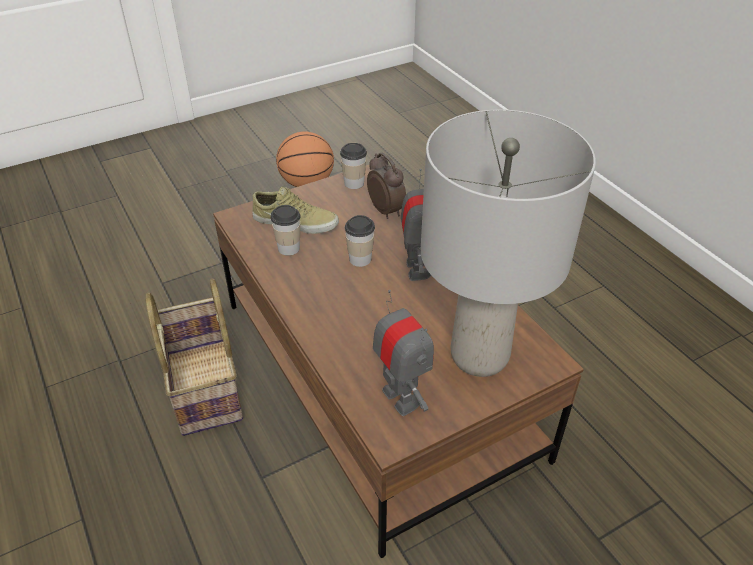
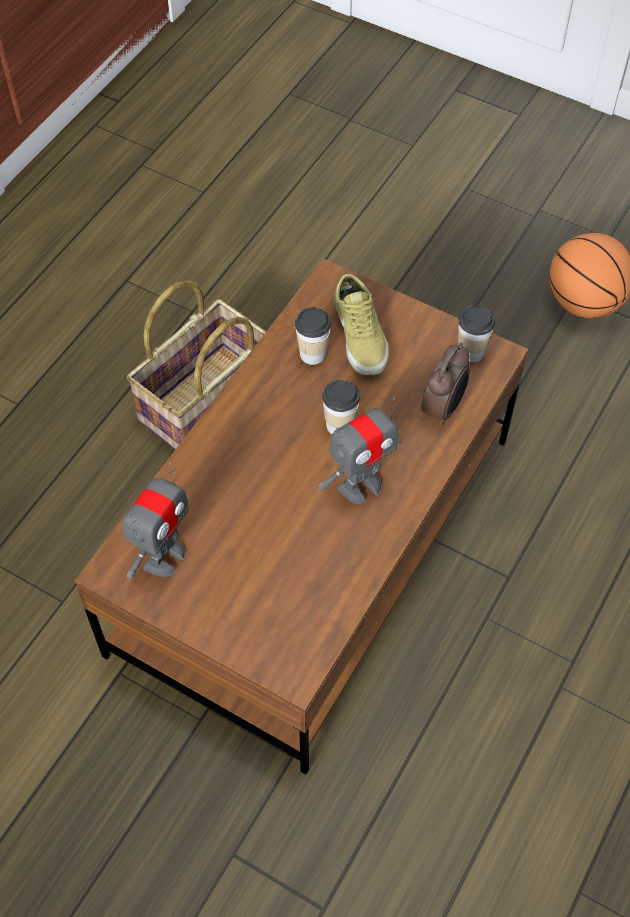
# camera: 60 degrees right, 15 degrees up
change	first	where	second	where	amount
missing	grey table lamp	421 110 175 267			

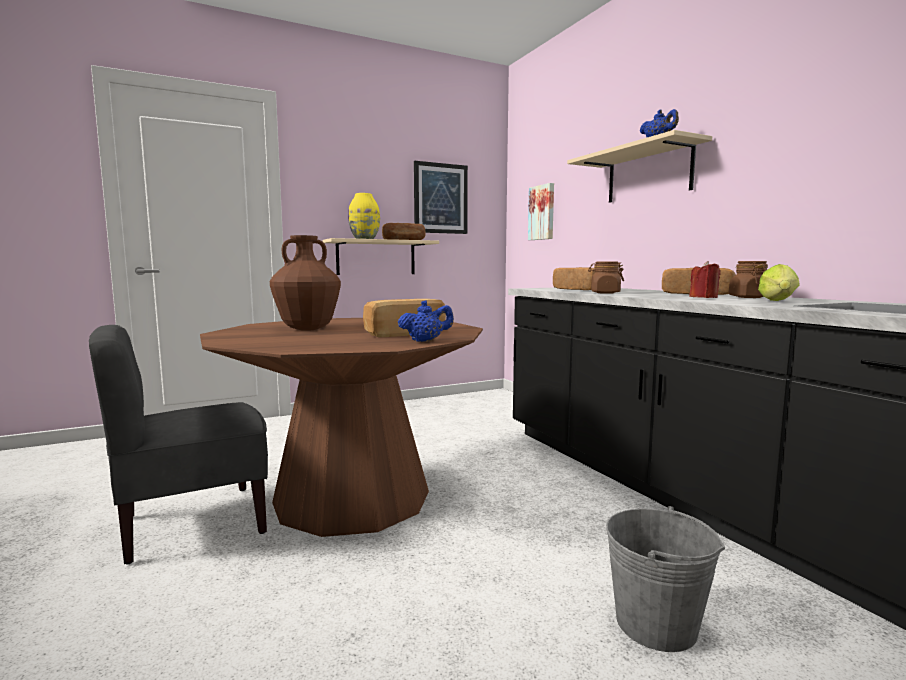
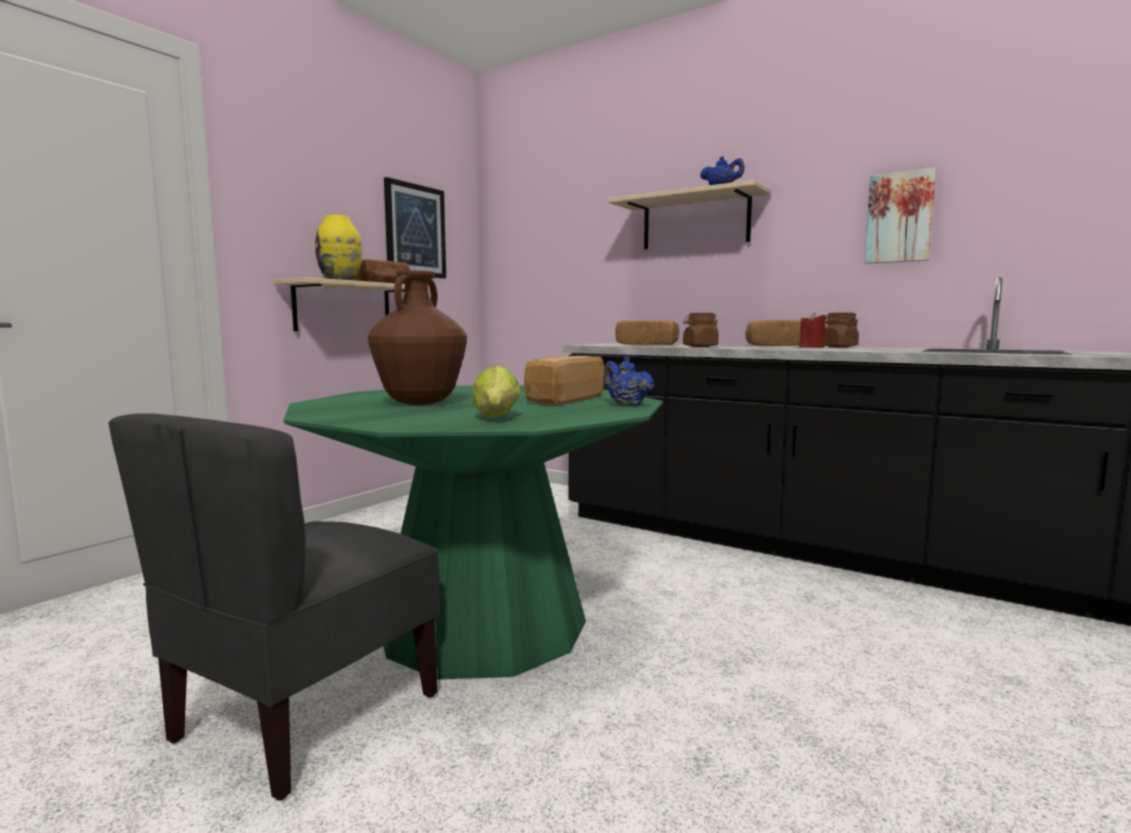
# camera: 30 degrees left, 0 degrees up
change	first	where	second	where	amount
colour	brown dining table	200 318 283 219	green dining table	284 385 379 294	
spun	blue teapot	398 300 56 42		603 356 51 50	75 degrees counterclockwise
relocated	picture	528 183 26 57		864 168 72 96	
missing	grey bucket	606 506 119 146			
relocated	lettuce	758 264 42 37		472 365 49 52	

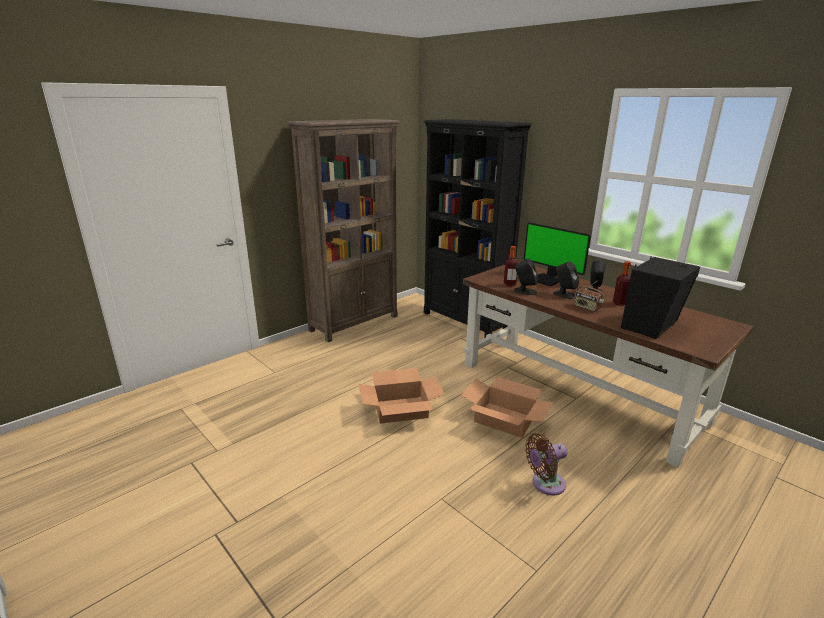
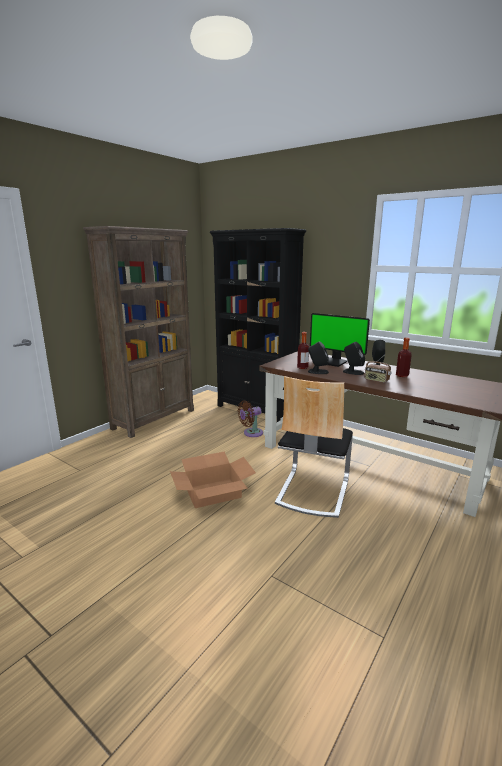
# camera: 10 degrees left, 5 degrees down
change	first	where	second	where	amount
exchanged	cardboard box	461 377 92 61	chair	275 376 78 142	
relocated	brown fan	525 433 43 62		238 401 25 36	
missing	black speaker	621 256 79 83			

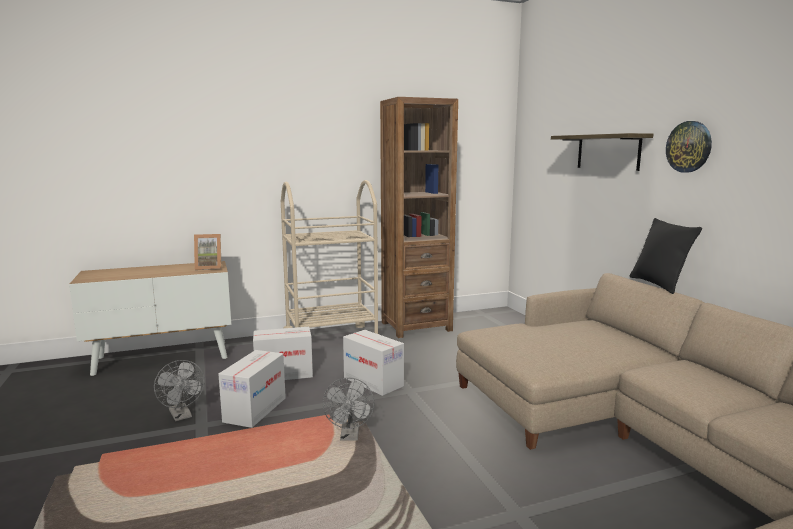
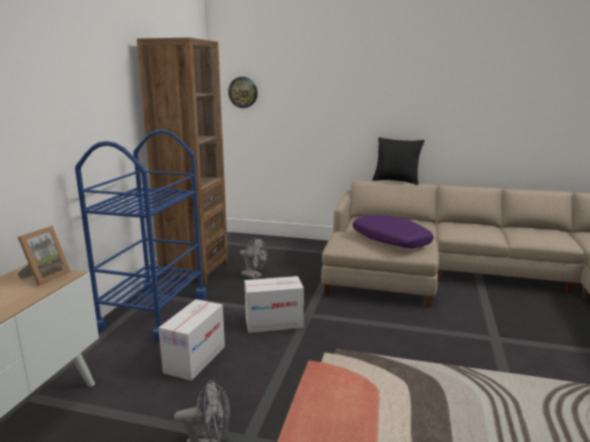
# camera: 55 degrees left, 5 degrees up
change	first	where	second	where	amount
missing	cardboard box	218 350 68 78			
colour	beige cart	281 180 99 155	blue cart	75 129 132 213	
relocated	grey fan	322 377 52 64		240 237 28 42	
missing	shelf	551 133 102 38			
relocated	wall clock	666 121 46 52		228 77 30 31	
appeared			purple pillow	352 215 81 33	

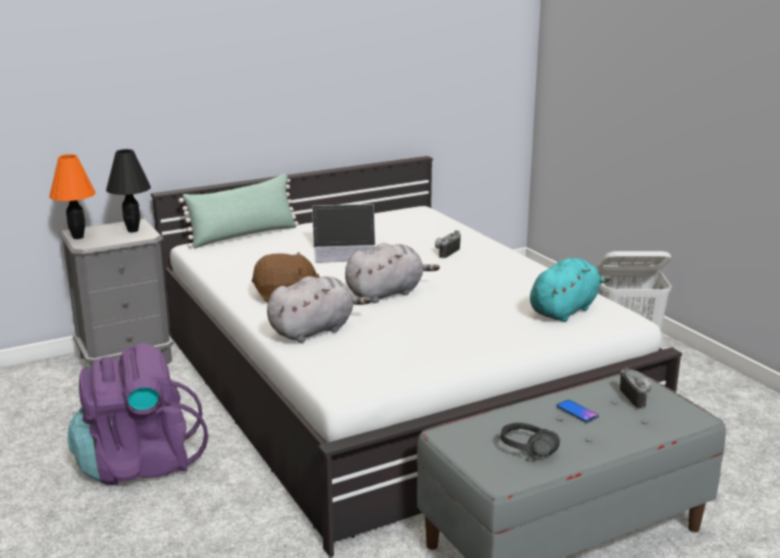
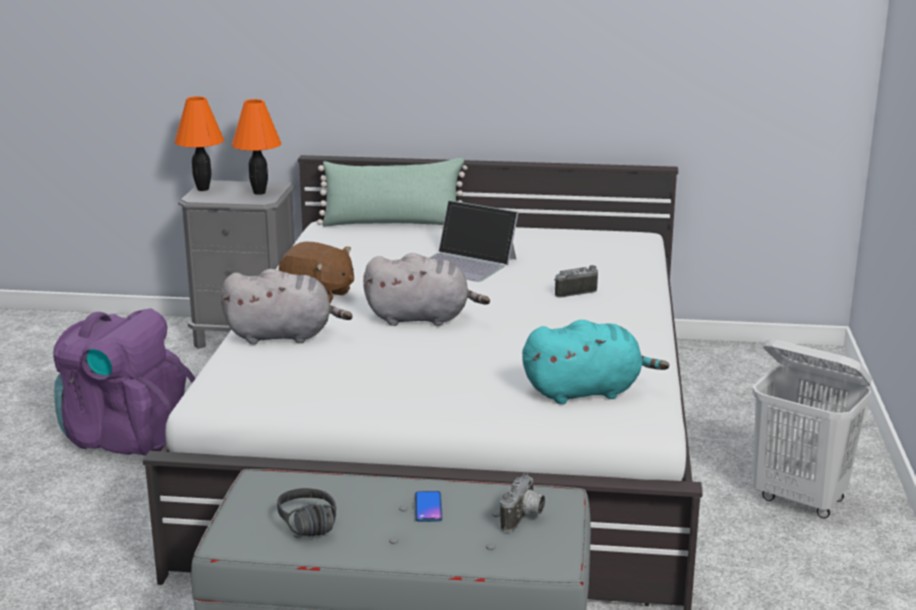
# camera: 35 degrees right, 0 degrees up
change	first	where	second	where	amount
colour	black table lamp	106 149 45 83	orange table lamp	232 99 49 96	

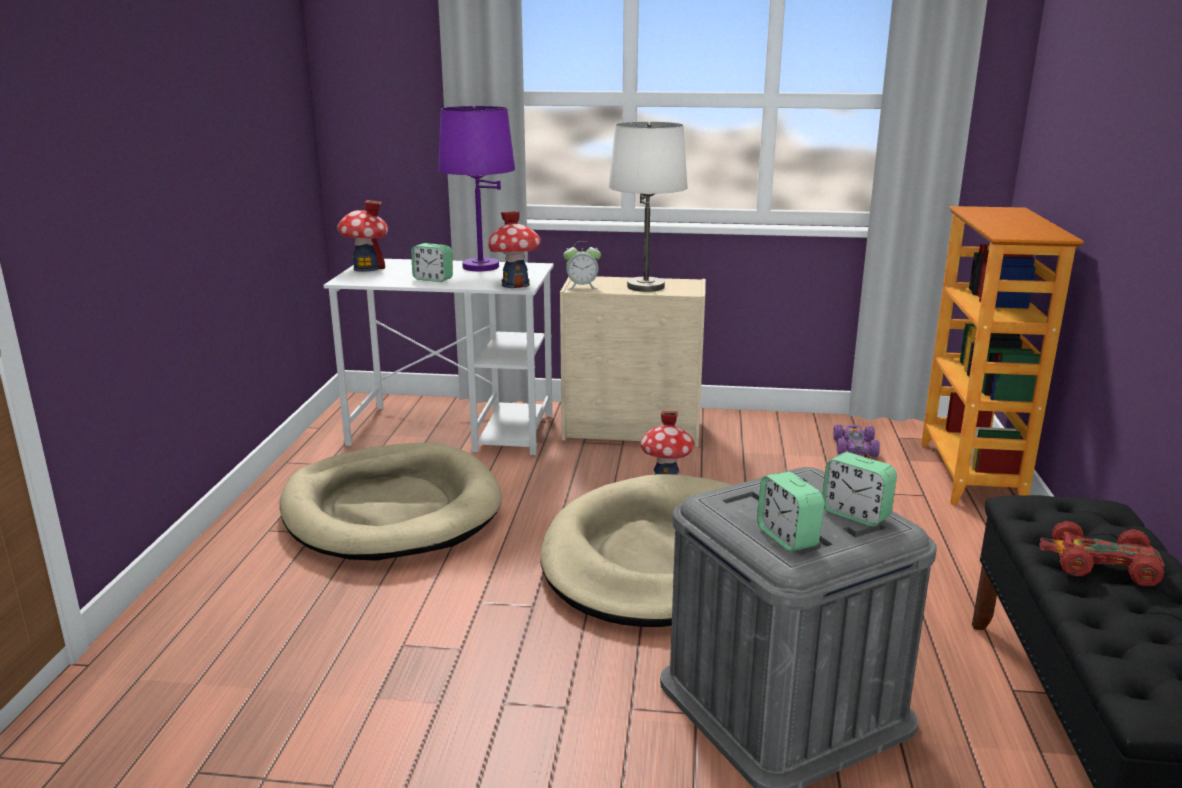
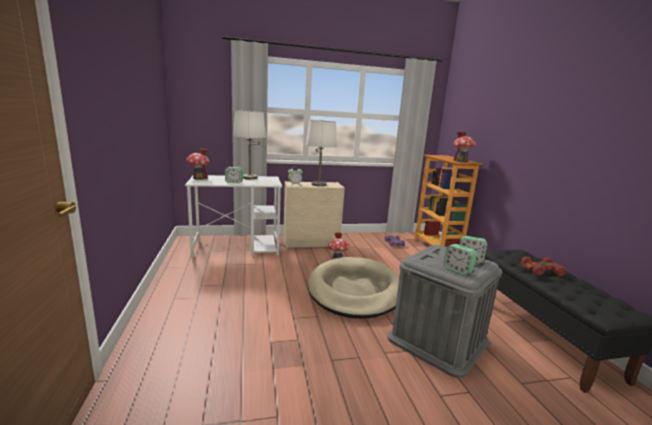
# camera: 20 degrees left, 5 degrees down
change	first	where	second	where	amount
missing	beige dog bed	280 442 222 119			
colour	purple table lamp	438 106 77 165	white table lamp	233 110 33 69	
relocated	toy house	488 211 53 77		453 132 23 31	

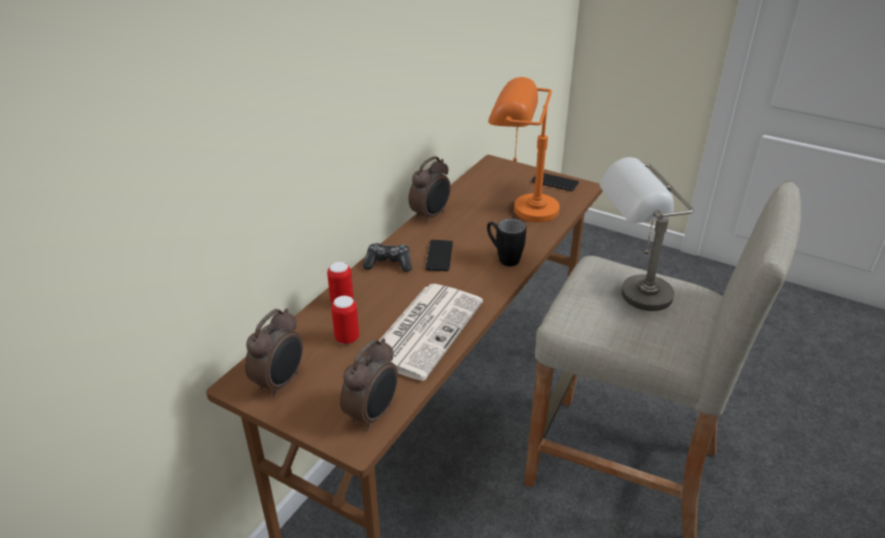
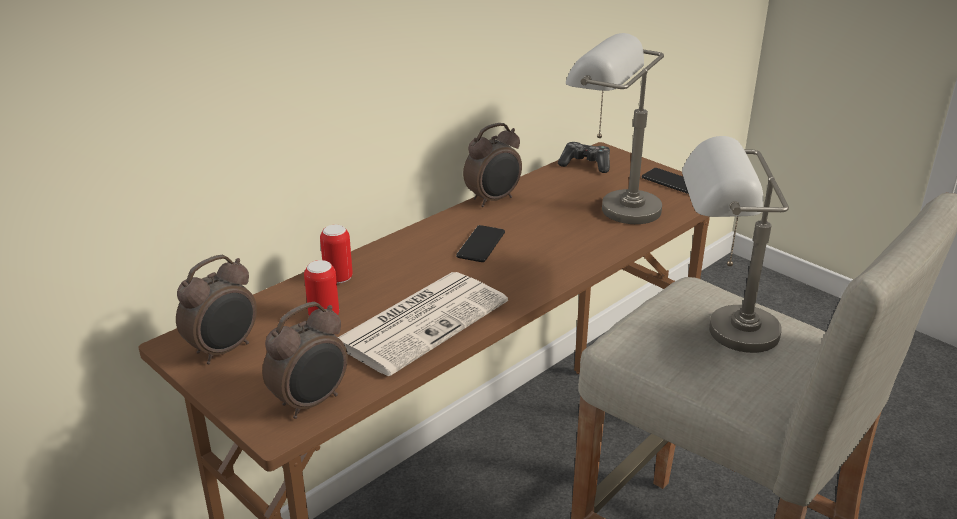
# camera: 15 degrees right, 5 degrees down
change	first	where	second	where	amount
relocated	game controller	363 243 49 29		558 142 52 31	
missing	black mug	487 218 39 48			
colour	orange table lamp	488 77 72 145	grey table lamp	566 33 98 191	

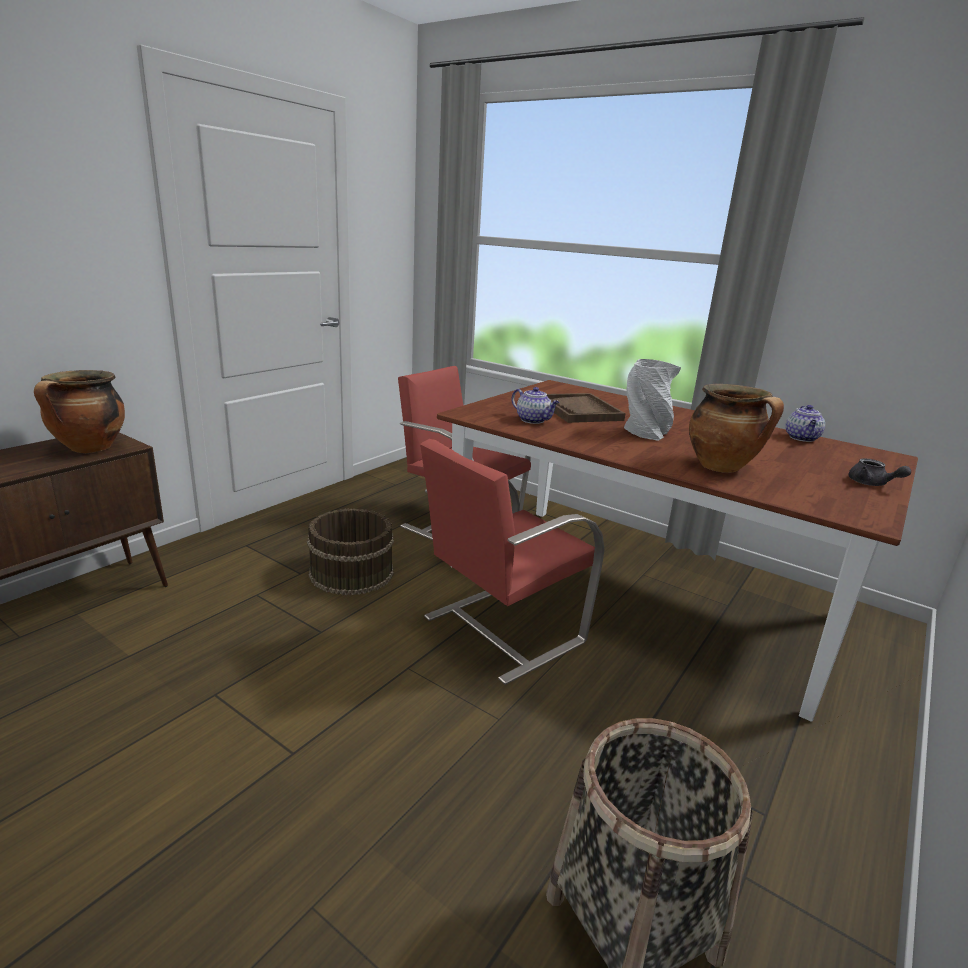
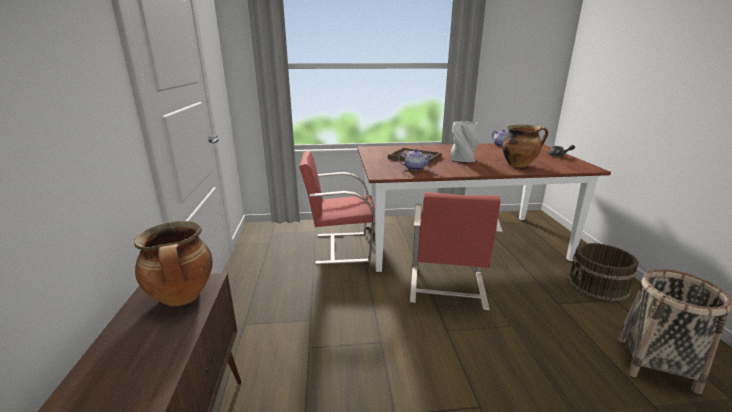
# camera: 40 degrees left, 0 degrees up
change	first	where	second	where	amount
relocated	brown bucket	307 508 87 87		568 243 71 58	

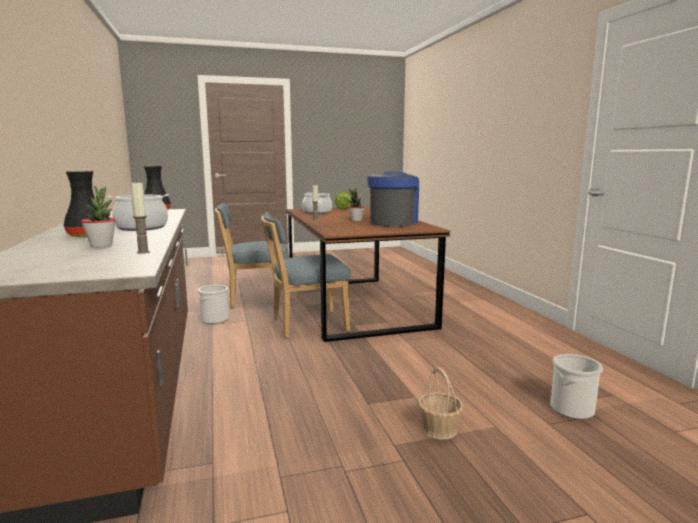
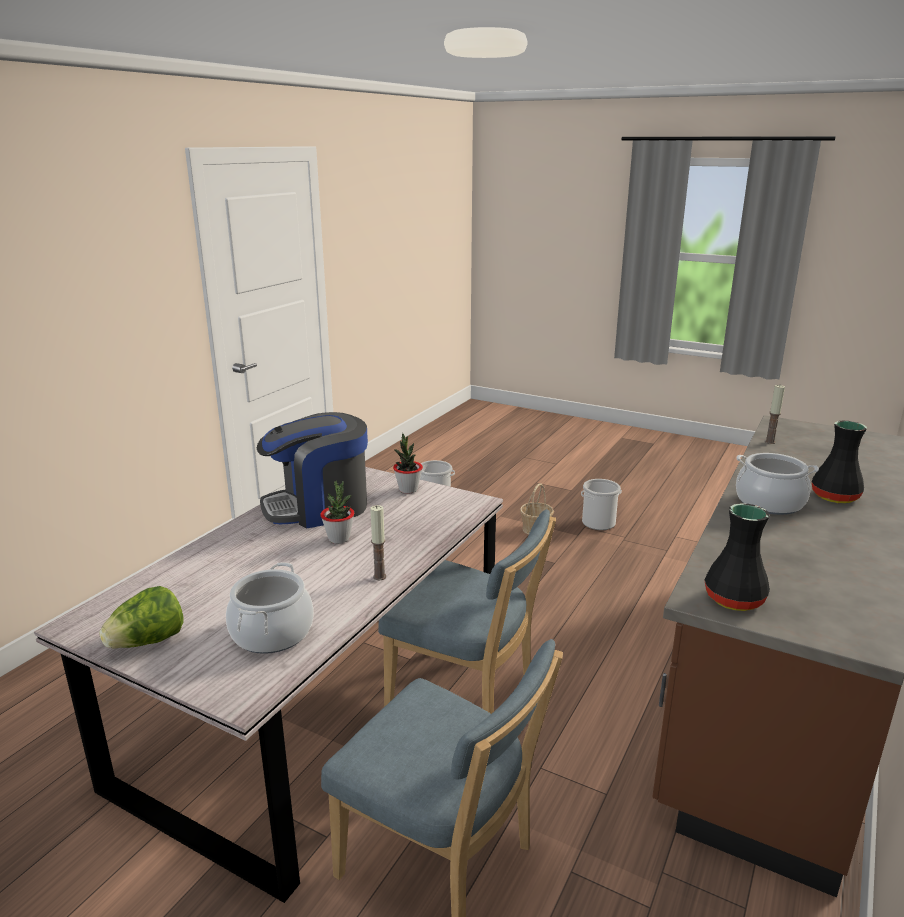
# camera: 135 degrees left, 10 degrees up
change	first	where	second	where	amount
relocated	potted plant	81 186 35 62		393 433 30 61	
relocated	bucket	198 285 31 39		581 479 41 51	
colour	brown dining table	287 207 164 135	grey dining table	34 467 469 436	

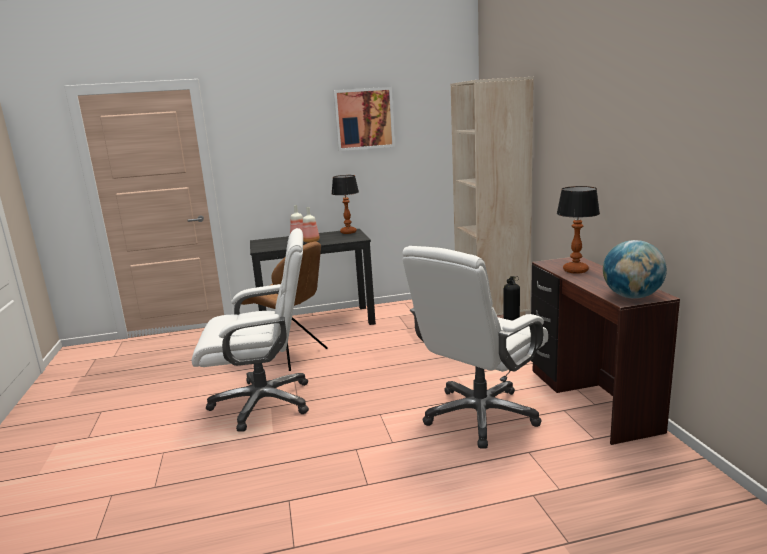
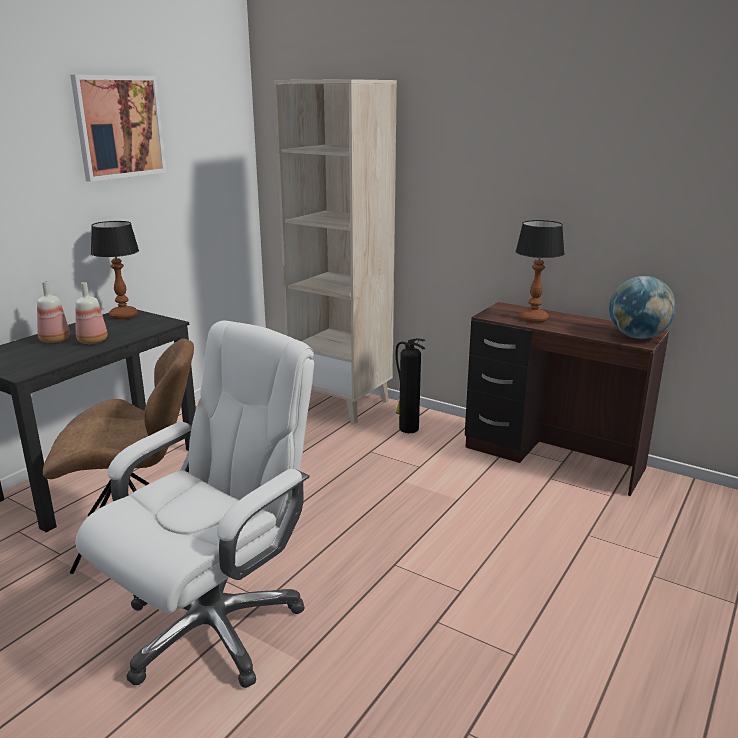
# camera: 45 degrees left, 5 degrees up
change	first	where	second	where	amount
missing	white office chair	402 246 146 202			

